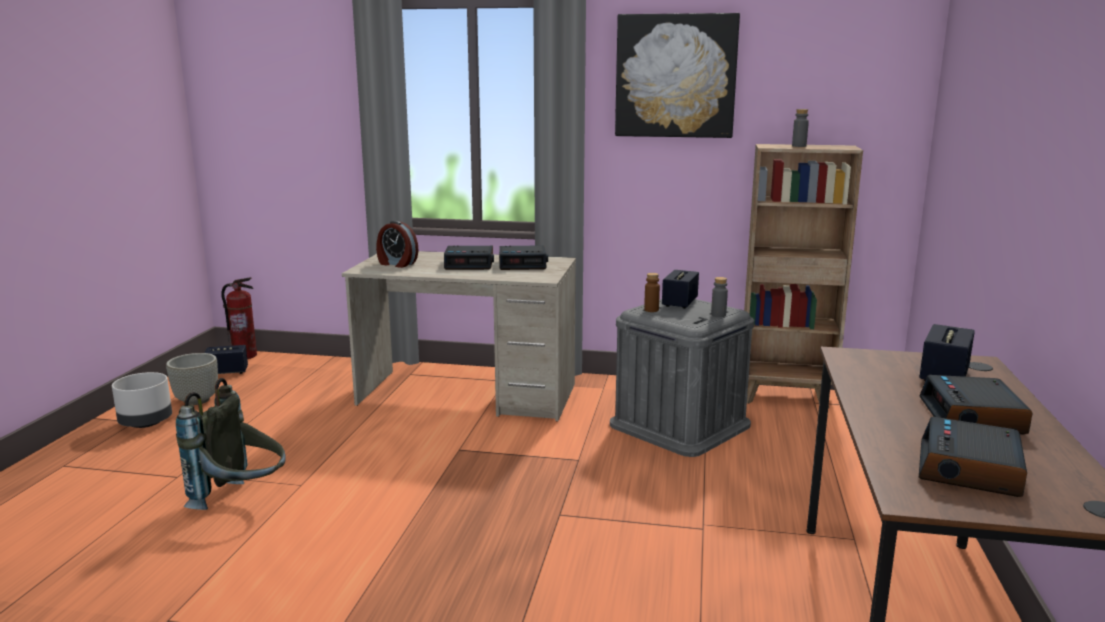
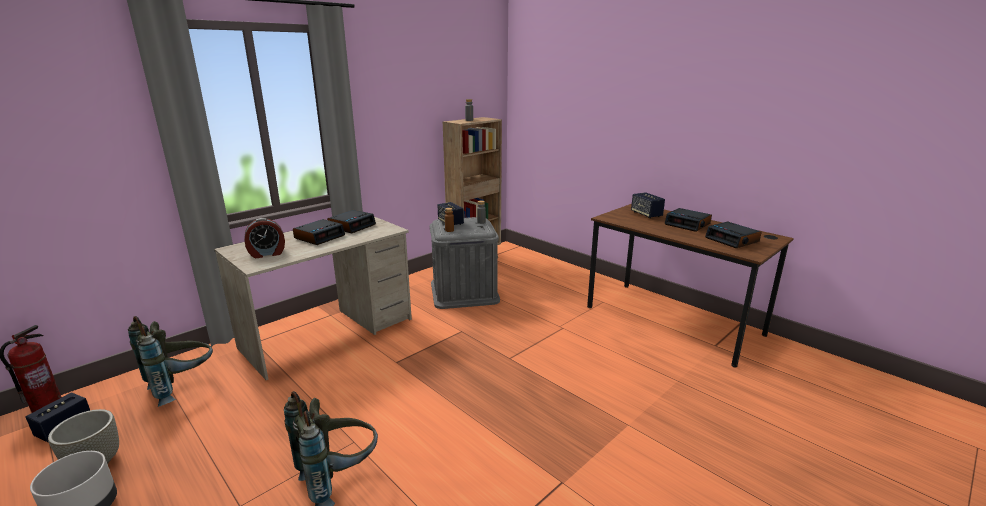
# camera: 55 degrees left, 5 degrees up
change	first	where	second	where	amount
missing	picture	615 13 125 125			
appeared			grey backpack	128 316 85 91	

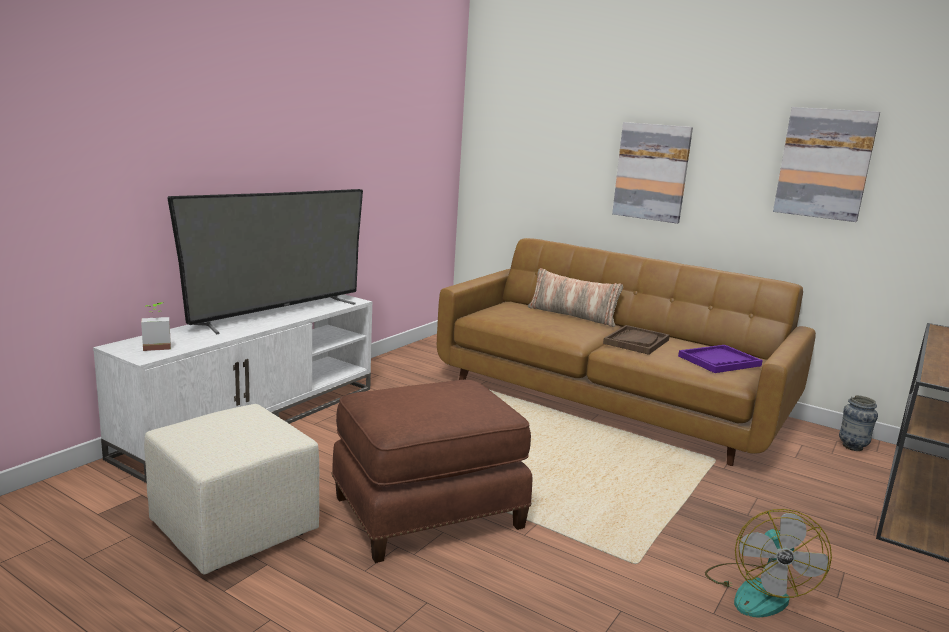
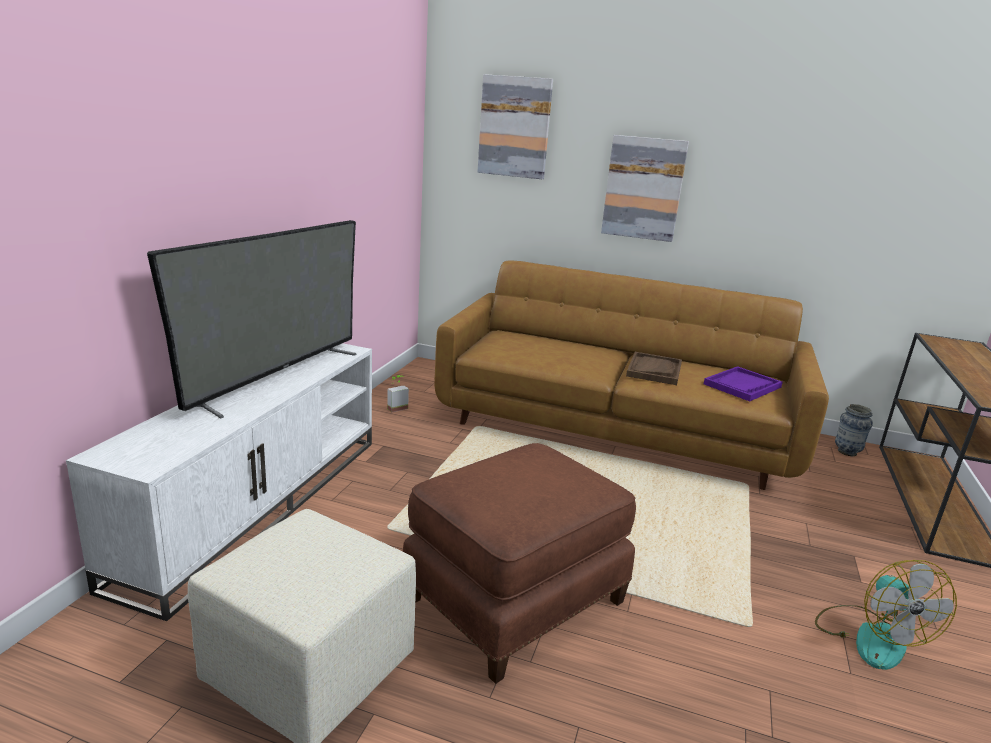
# camera: 15 degrees left, 5 degrees up
change	first	where	second	where	amount
relocated	potted plant	141 302 30 49		387 375 22 37	
missing	pillow	528 268 95 59			
relocated	picture	773 107 107 115		478 74 75 105	

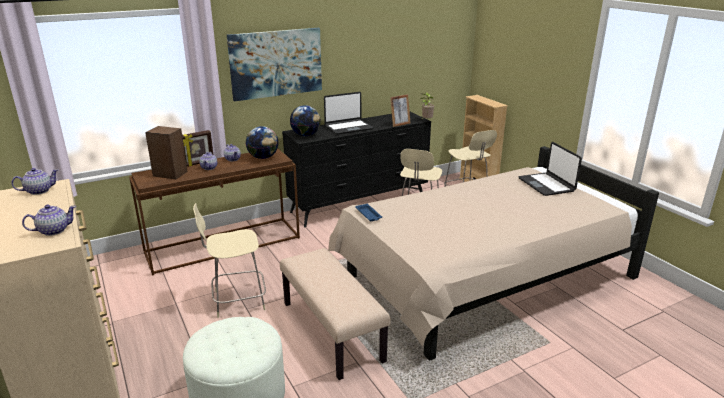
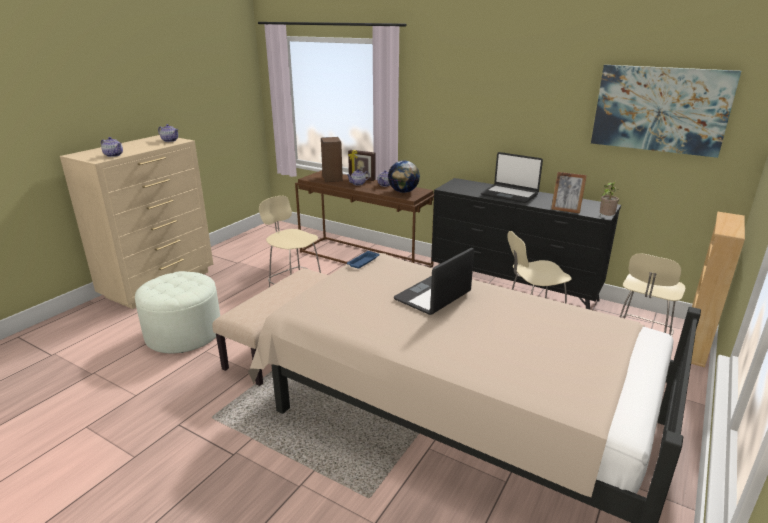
# camera: 60 degrees right, 0 degrees up
change	first	where	second	where	amount
relocated	picture	227 28 95 73		591 65 150 93	
missing	globe	290 105 31 31			
relocated	laptop	518 142 64 54		394 248 80 67	

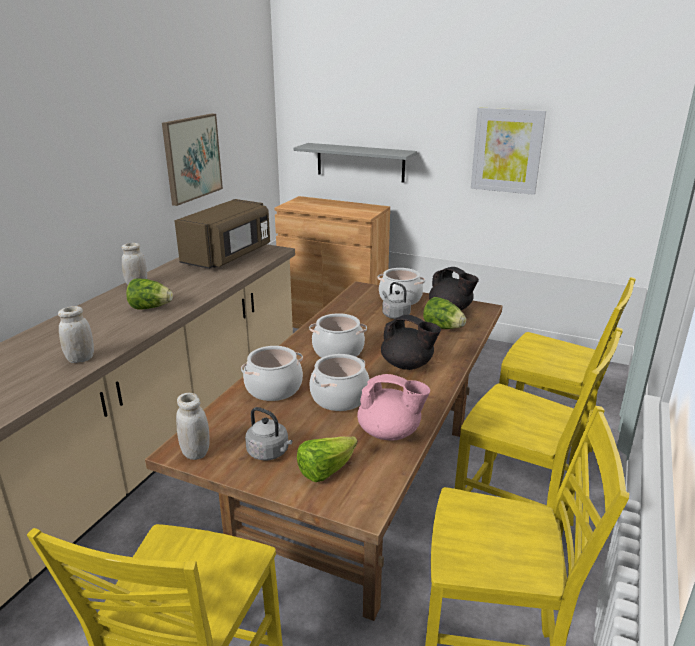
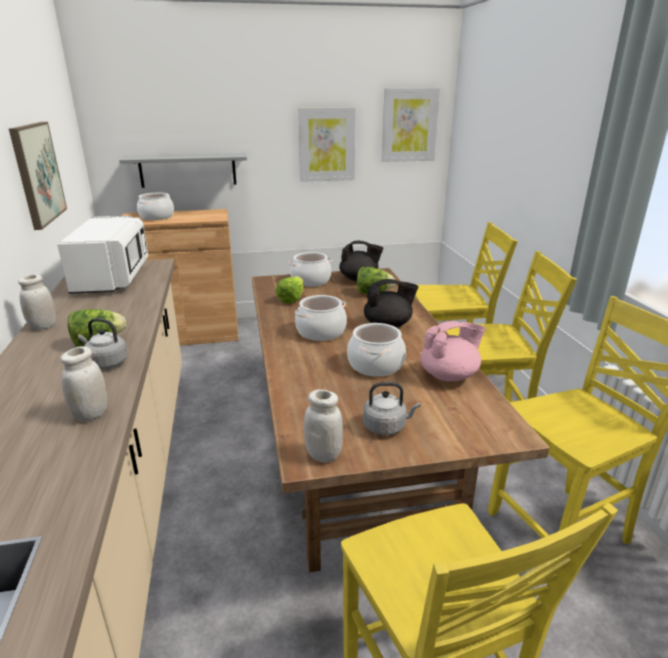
# camera: 35 degrees left, 0 degrees up
change	first	where	second	where	amount
colour	brown microwave	174 199 96 70	white microwave	57 216 91 78	
relocated	cooking pot	241 346 62 55		137 193 37 27	
relocated	lettuce	297 436 60 46		276 276 28 28	
relocated	grey kettle	382 282 29 37		78 318 50 51	
appeared			picture	382 88 58 74	

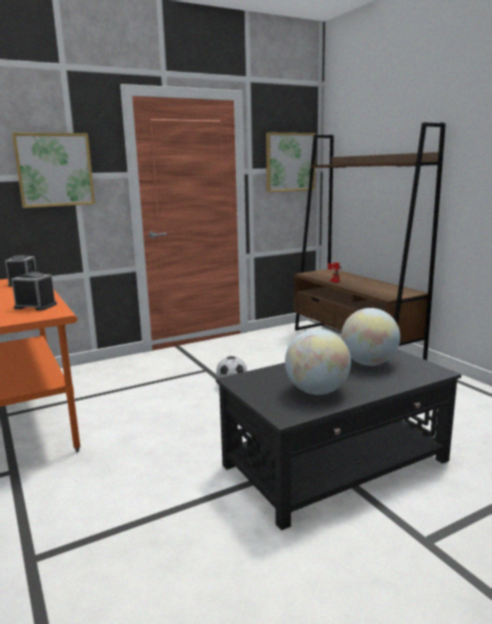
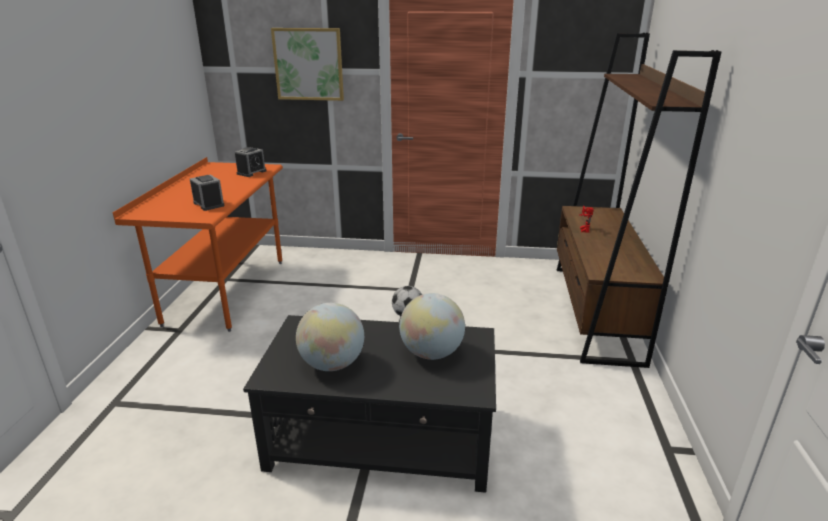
# camera: 35 degrees right, 10 degrees up
change	first	where	second	where	amount
missing	picture	266 133 50 59			

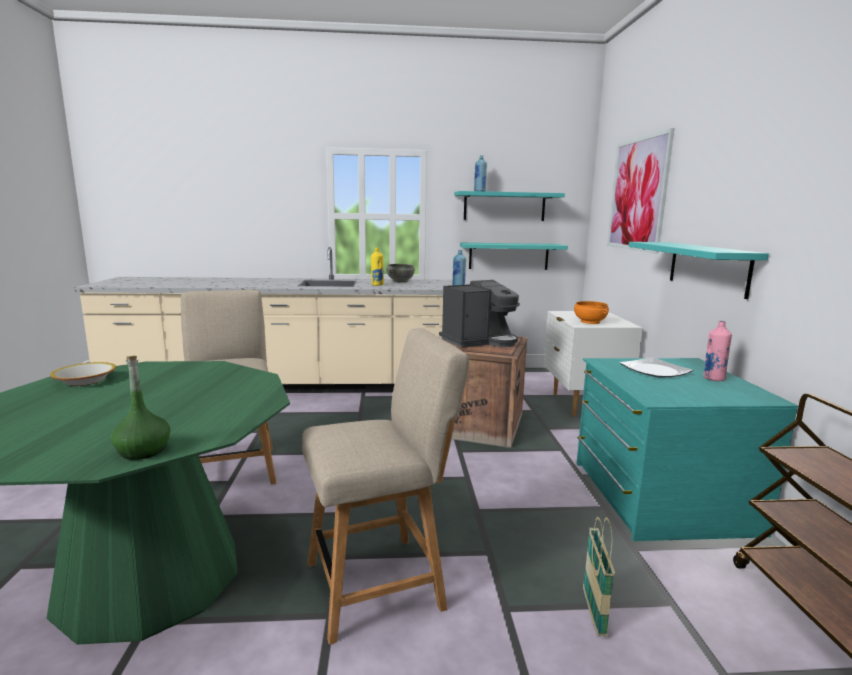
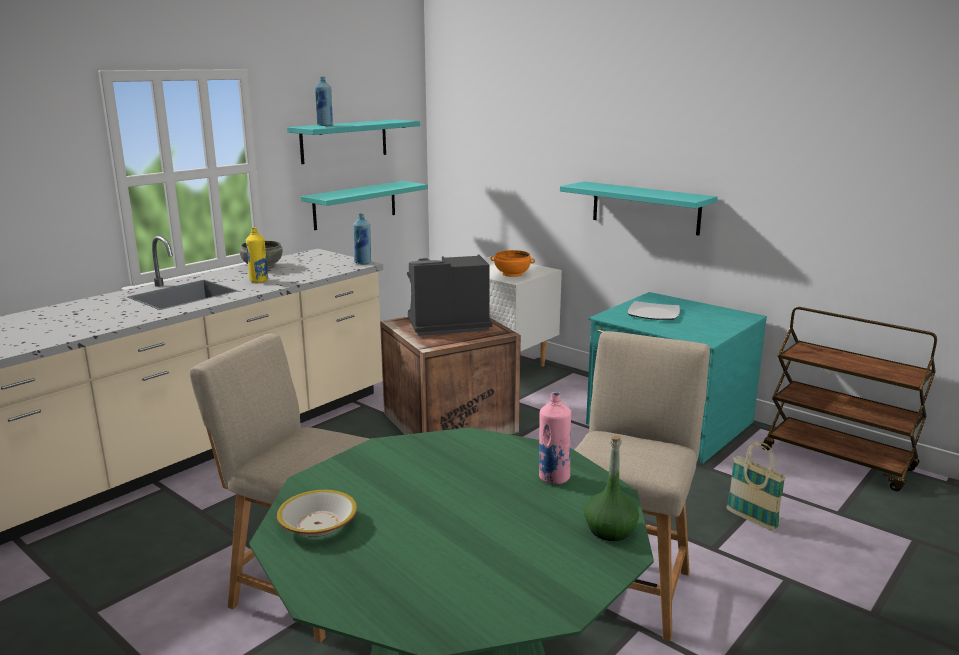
# camera: 45 degrees left, 5 degrees up
change	first	where	second	where	amount
spun	coffee machine	439 280 81 68		407 254 85 82	120 degrees counterclockwise
missing	picture	607 128 67 126			
relocated	pink bottle	703 321 29 60		539 392 32 92	

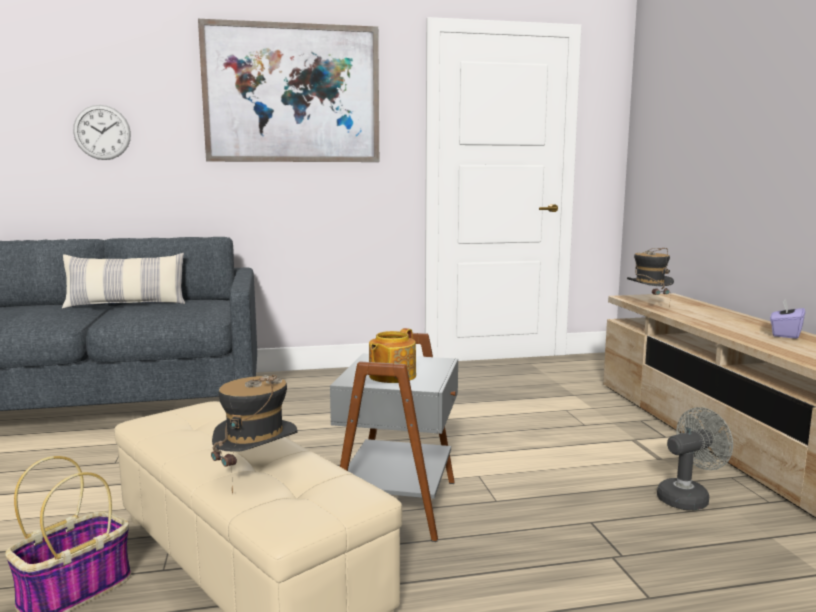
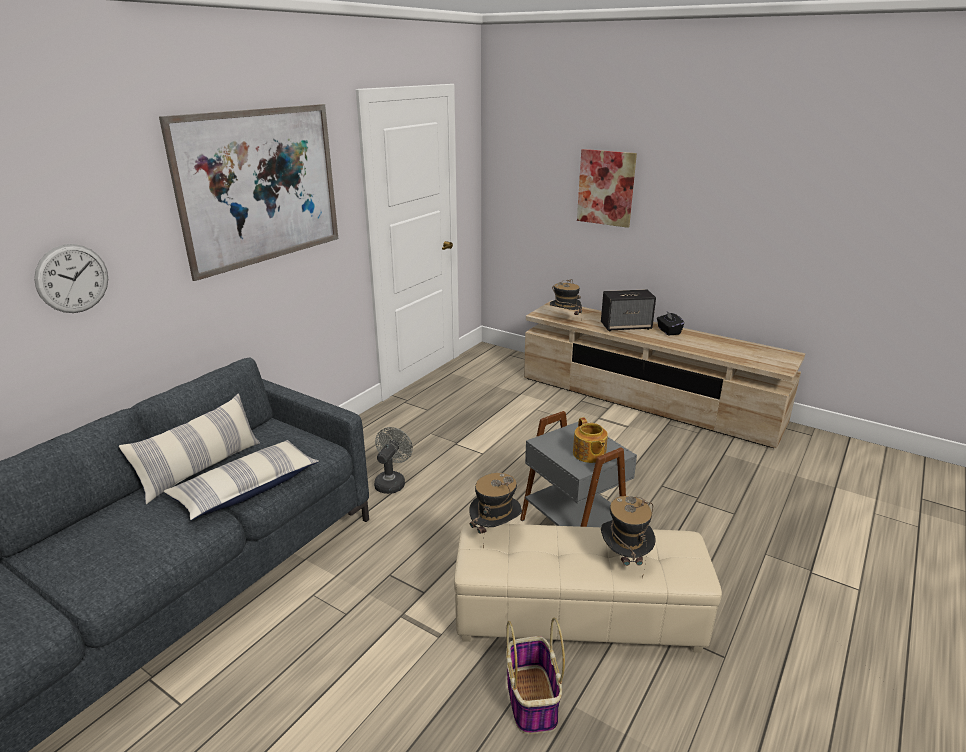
# camera: 45 degrees left, 15 degrees up
change	first	where	second	where	amount
relocated	grey fan	657 407 76 103		374 427 39 67	
colour	purple tissue box	770 298 36 41	black tissue box	657 311 27 25	
appeared			pillow	164 440 155 80	
appeared			hat	470 473 52 76	
appeared			picture	577 149 60 79	
appeared			speaker	601 289 55 42	

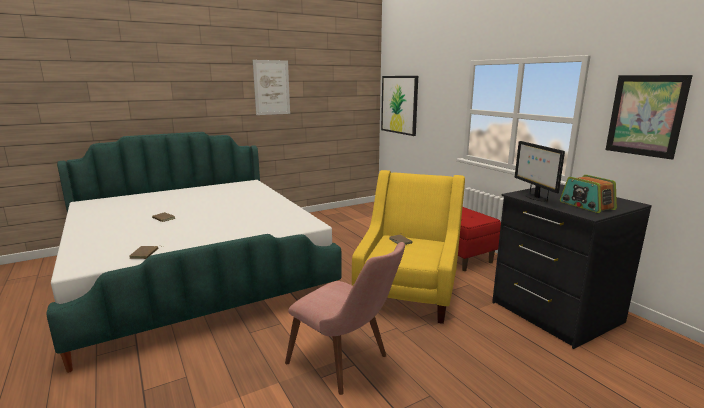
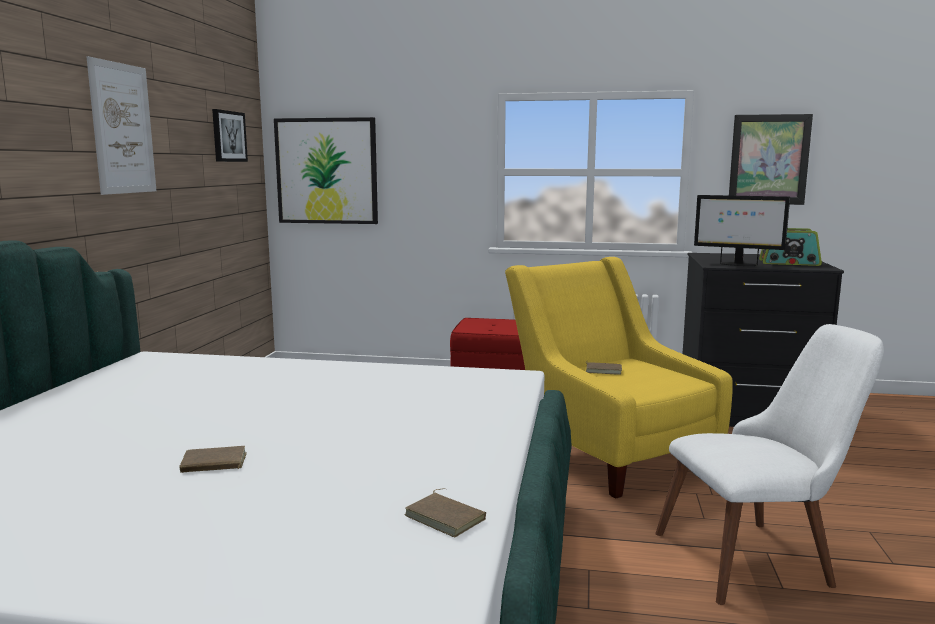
# camera: 50 degrees left, 5 degrees down
change	first	where	second	where	amount
colour	pink chair	285 242 120 153	white chair	655 324 229 281	
appeared			picture	212 109 36 53	

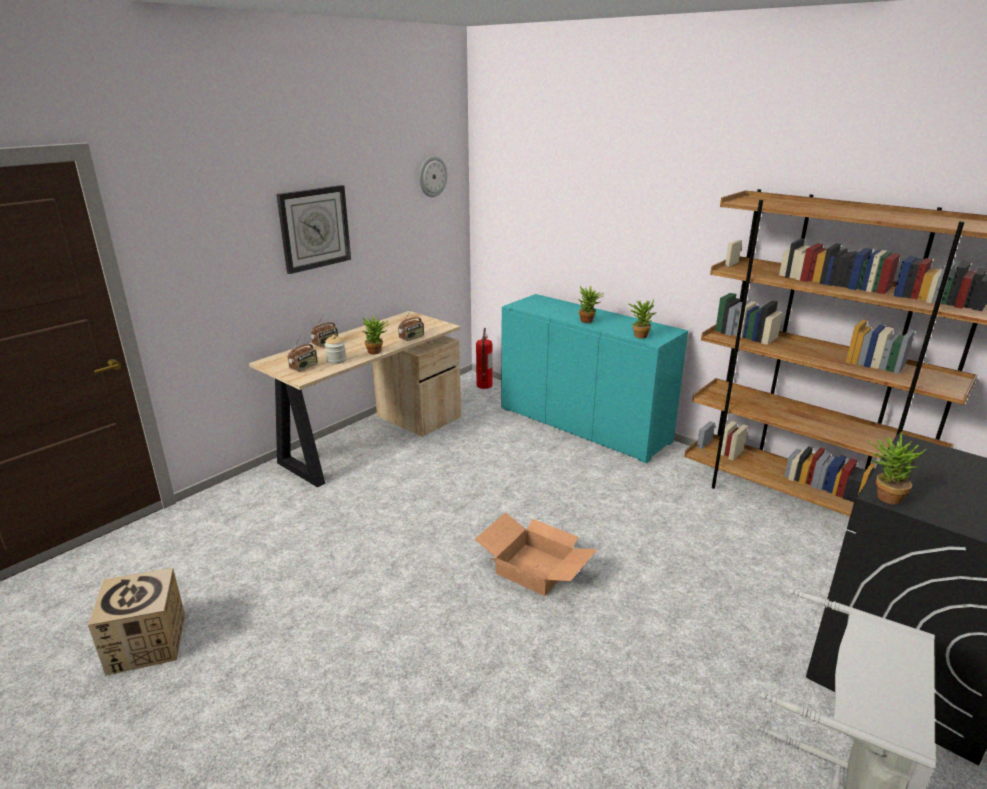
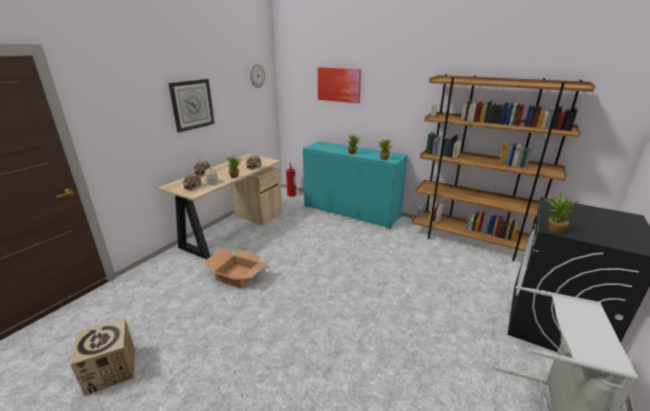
# camera: 10 degrees left, 0 degrees up
change	first	where	second	where	amount
relocated	cardboard box	475 512 123 84		203 248 66 40	
appeared			picture	318 67 43 36	

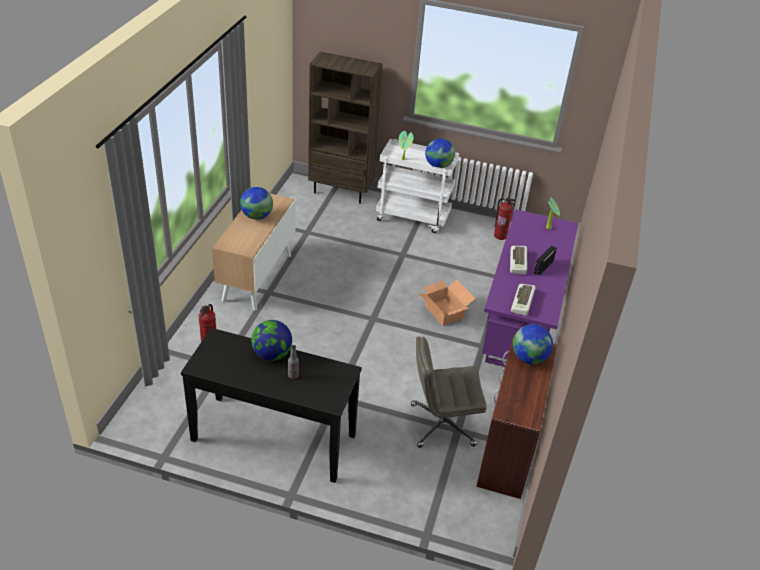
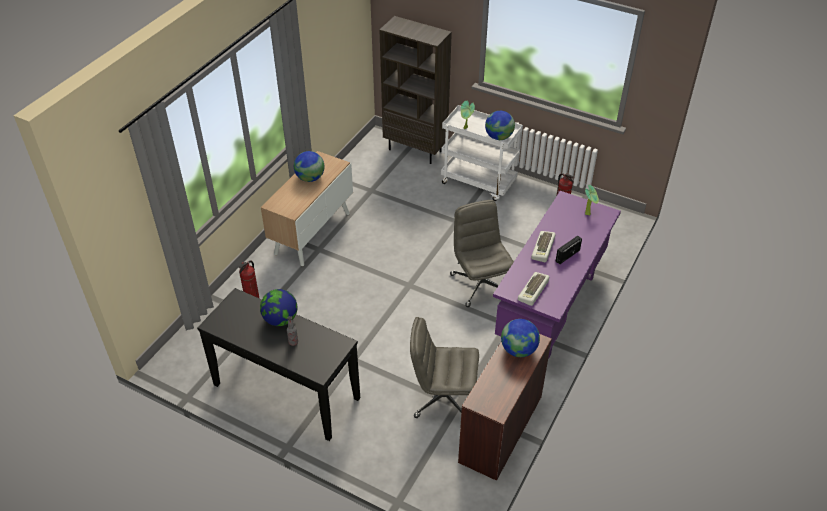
# camera: 15 degrees right, 5 degrees up
change	first	where	second	where	amount
exchanged	cardboard box	418 280 58 46	grey office chair	450 200 64 107	

